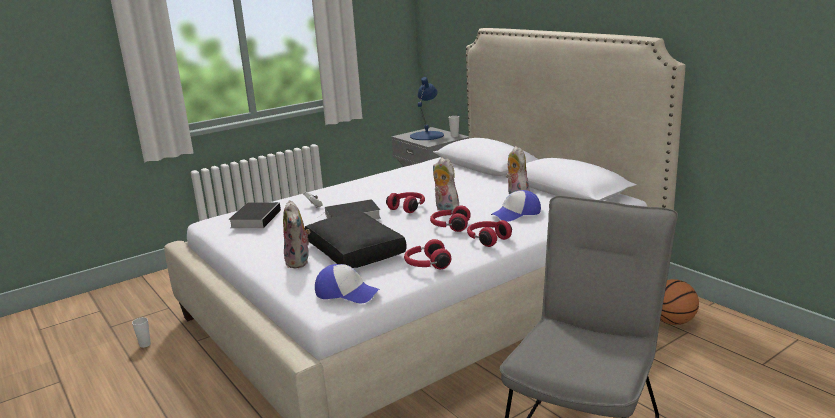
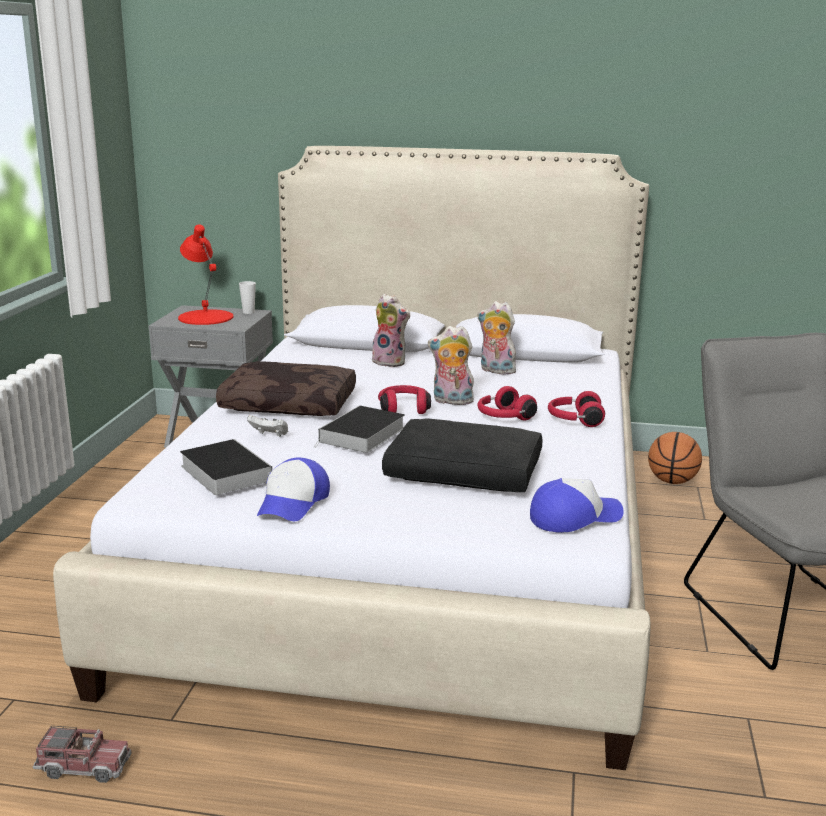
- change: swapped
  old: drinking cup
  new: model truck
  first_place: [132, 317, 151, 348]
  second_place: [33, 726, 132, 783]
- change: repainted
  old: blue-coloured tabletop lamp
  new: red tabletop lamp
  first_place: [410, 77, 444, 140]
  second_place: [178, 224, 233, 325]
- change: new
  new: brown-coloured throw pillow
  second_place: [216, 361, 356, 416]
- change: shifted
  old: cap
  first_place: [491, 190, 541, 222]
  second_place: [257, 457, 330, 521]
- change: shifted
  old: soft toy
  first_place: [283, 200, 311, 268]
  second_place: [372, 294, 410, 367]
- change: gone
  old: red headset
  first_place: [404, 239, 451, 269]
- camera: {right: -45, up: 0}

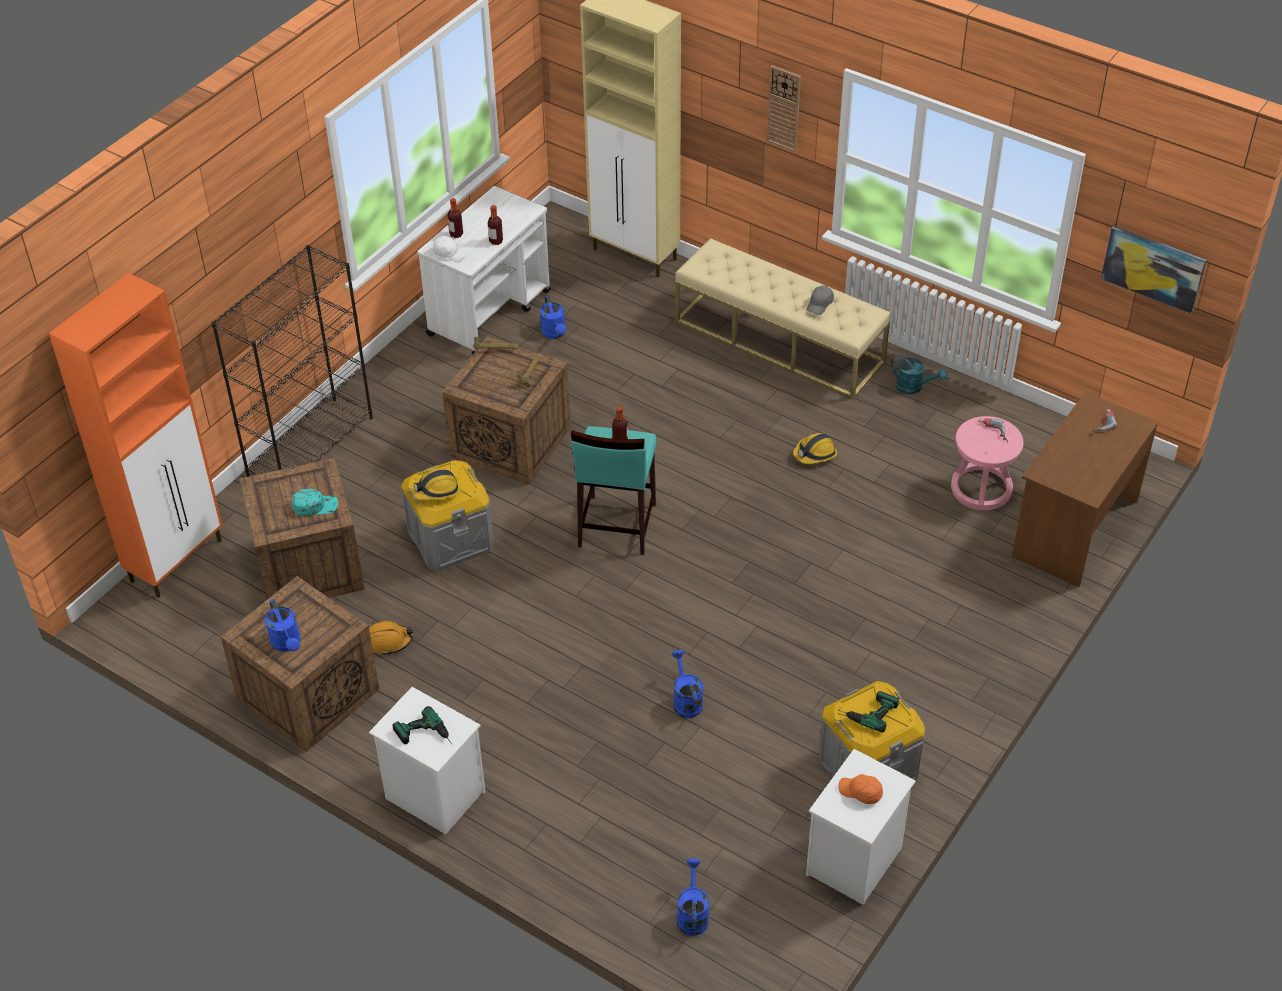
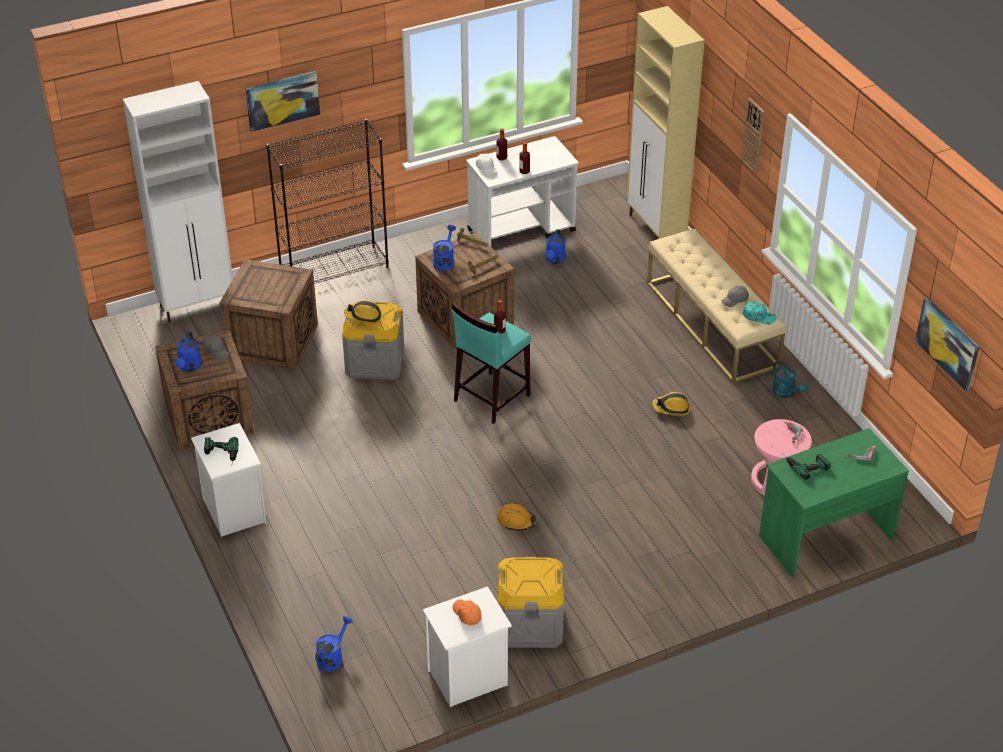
- change: repainted
  old: orangey cupboard
  new: white-coloured cupboard
  first_place: [49, 273, 223, 598]
  second_place: [123, 81, 233, 323]
- change: new
  new: gray cap
  second_place: [204, 335, 229, 360]
- change: new
  new: wall art
  second_place: [245, 71, 320, 132]
- change: shifted
  old: blue-coloured watering pot
  first_place: [672, 650, 703, 718]
  second_place: [433, 225, 456, 271]
- change: shifted
  old: orangey work helmet
  first_place: [369, 621, 413, 656]
  second_place: [497, 502, 537, 531]
- change: shifted
  old: blue-green cap
  first_place: [292, 489, 338, 516]
  second_place: [743, 301, 777, 325]
- change: repainted
  old: brown-coloured desk unit
  new: green desk unit
  first_place: [1012, 392, 1158, 587]
  second_place: [759, 428, 909, 578]
- change: shifted
  old: power drill
  first_place: [839, 691, 899, 732]
  second_place: [783, 454, 831, 480]
- camera: {right: 30, up: -5}

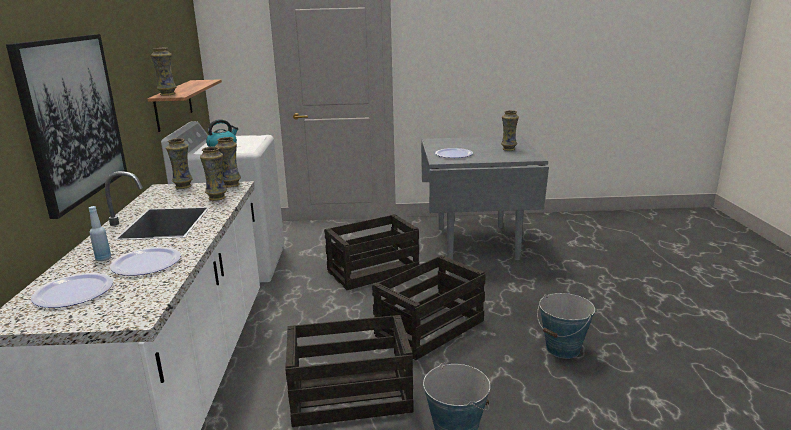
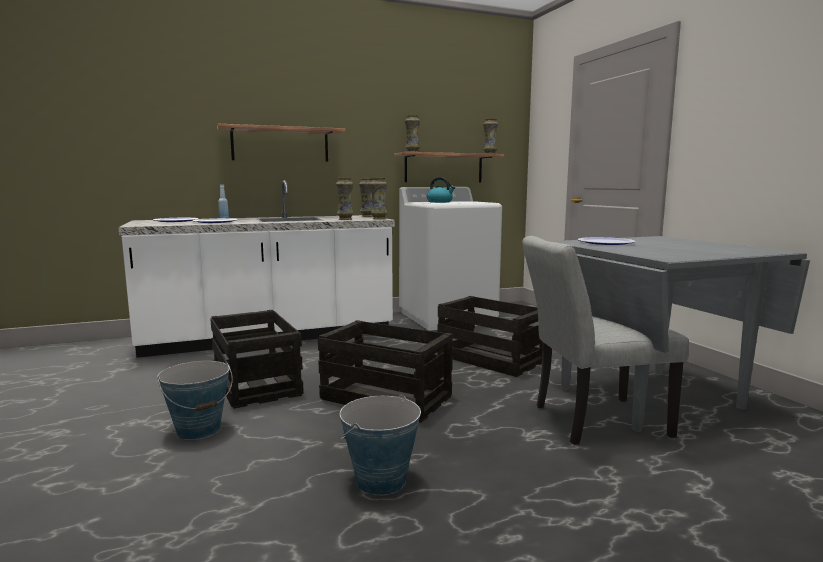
- change: swapped
  old: wall art
  new: shelf
  first_place: [6, 34, 127, 219]
  second_place: [217, 124, 346, 162]
- change: shifted
  old: vase
  first_place: [501, 110, 519, 151]
  second_place: [483, 118, 498, 154]
- change: new
  new: gray chair
  second_place: [522, 236, 689, 445]
- camera: {right: 70, up: -10}

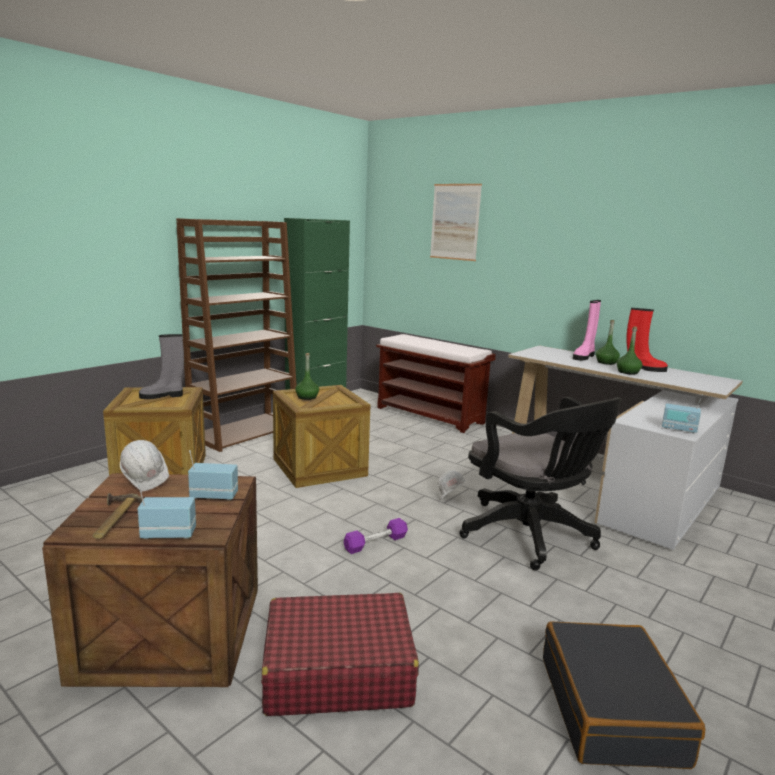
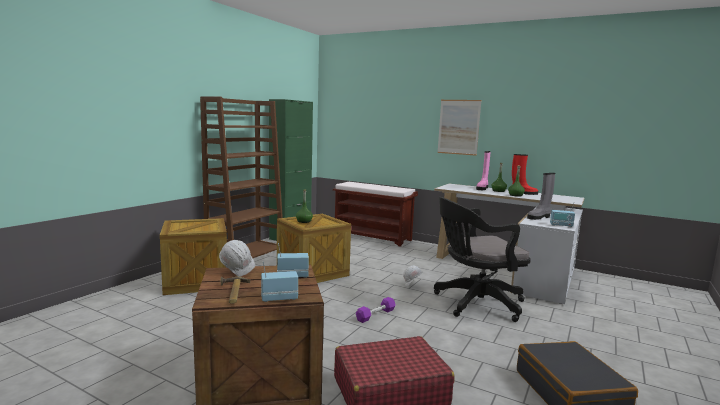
- change: rotated
  old: blackish office chair
  first_place: [459, 397, 622, 570]
  second_place: [434, 197, 531, 322]
  degrees: 120
- change: shifted
  old: wall art
  first_place: [430, 184, 482, 261]
  second_place: [437, 100, 482, 156]
- change: shifted
  old: gray tall boot
  first_place: [139, 334, 184, 399]
  second_place: [527, 173, 555, 220]
- camera: {right: -10, up: -5}

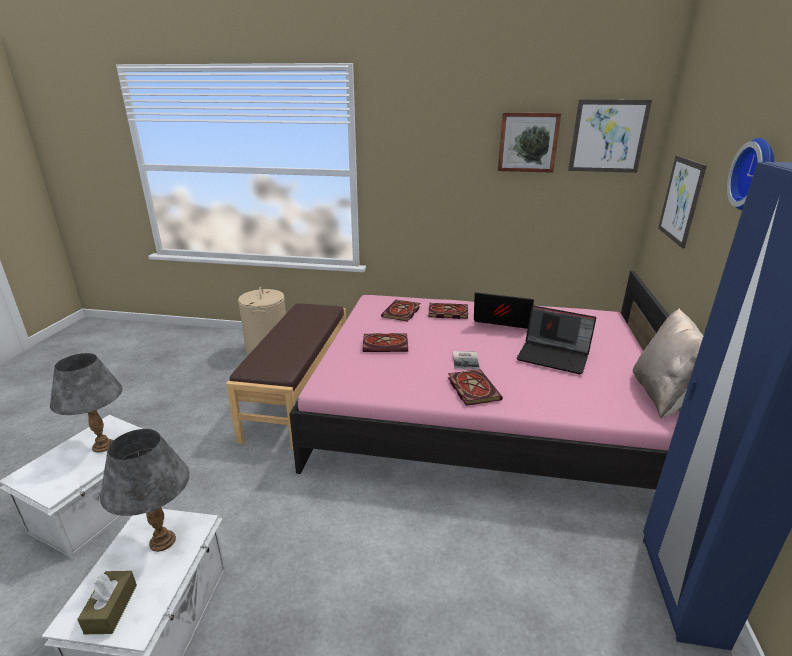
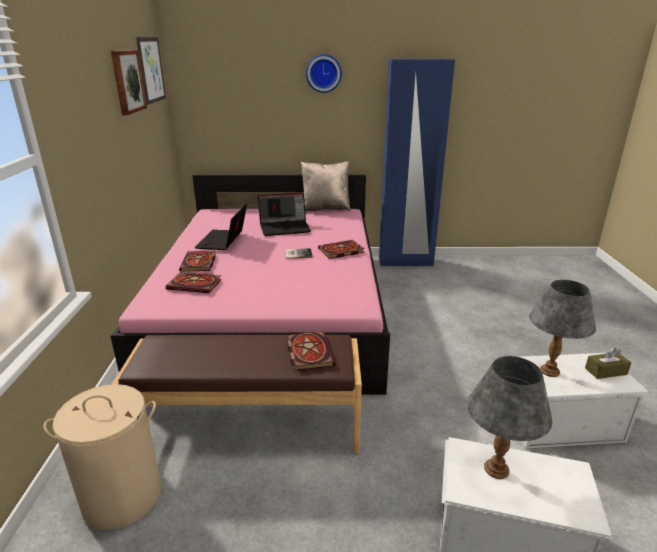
- change: rotated
  old: portable computer
  first_place: [516, 305, 596, 374]
  second_place: [258, 192, 311, 236]
  degrees: 60
- change: shifted
  old: book
  first_place: [363, 333, 408, 352]
  second_place: [287, 331, 336, 371]
- change: gone
  old: wall art
  first_place: [658, 155, 707, 248]
- camera: {right: -100, up: 0}

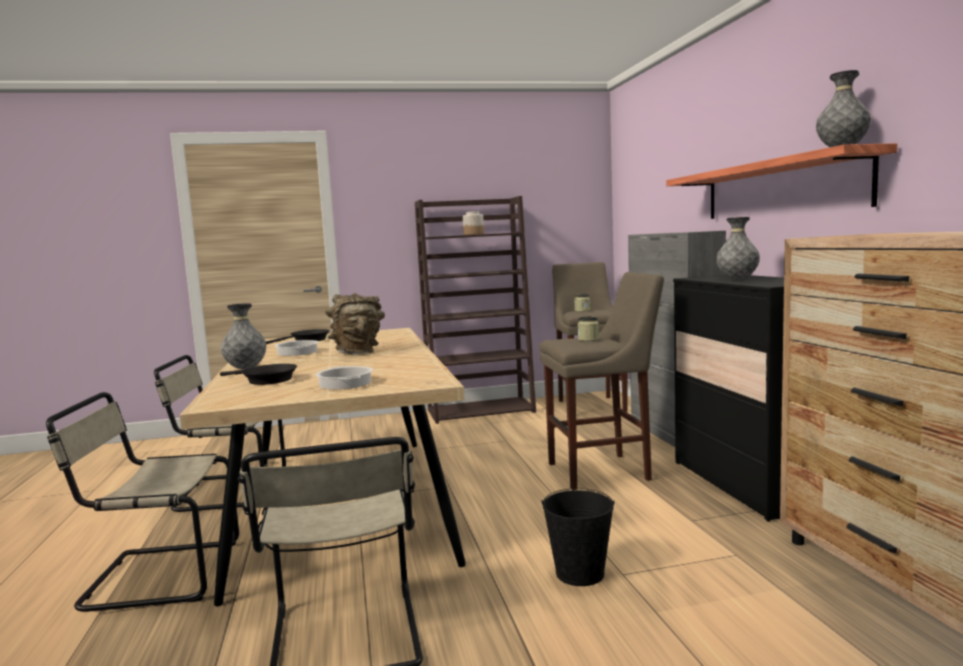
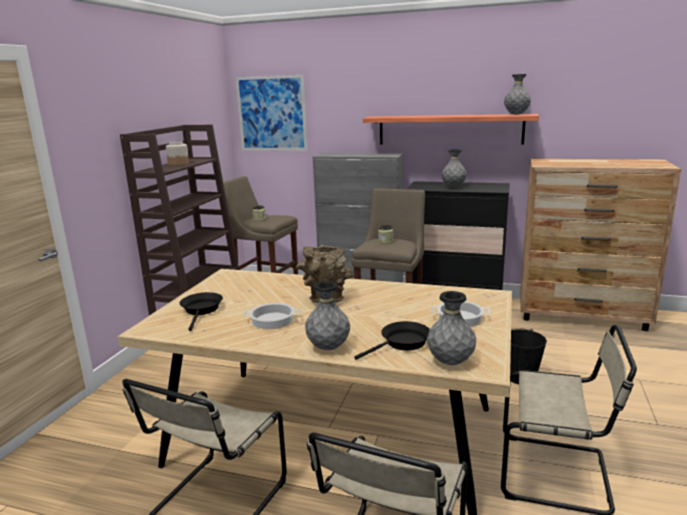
- change: new
  new: wall art
  second_place: [236, 75, 308, 151]
- change: new
  new: gray vase
  second_place: [427, 291, 476, 365]
- camera: {right: -60, up: 10}

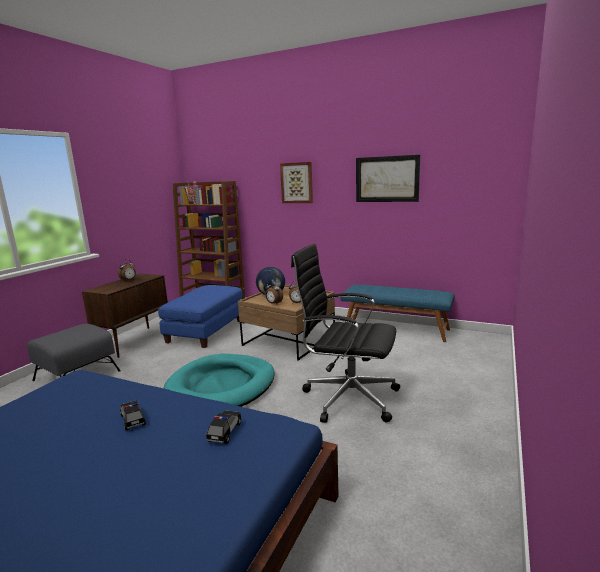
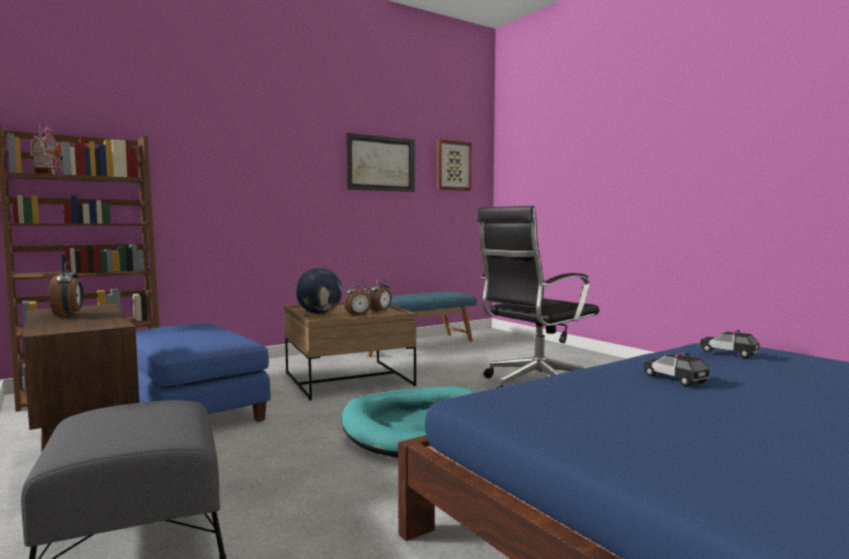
- change: shifted
  old: wall art
  first_place: [280, 162, 313, 203]
  second_place: [437, 139, 471, 191]
- change: rotated
  old: miniature car
  first_place: [120, 400, 146, 431]
  second_place: [643, 353, 710, 386]
  degrees: 60
- camera: {right: -60, up: -10}

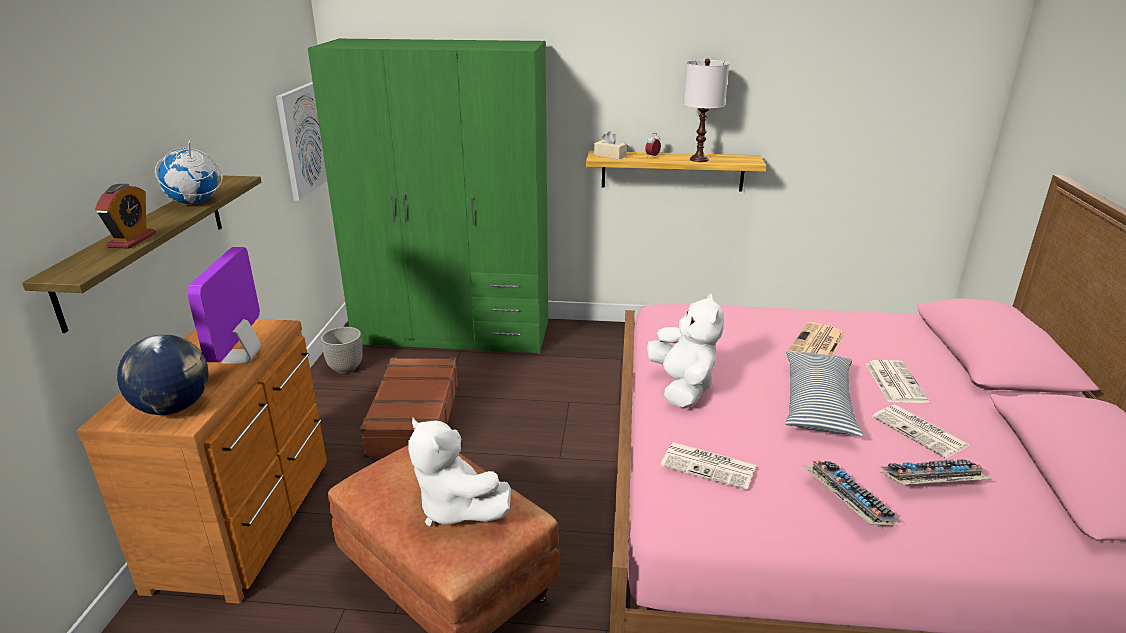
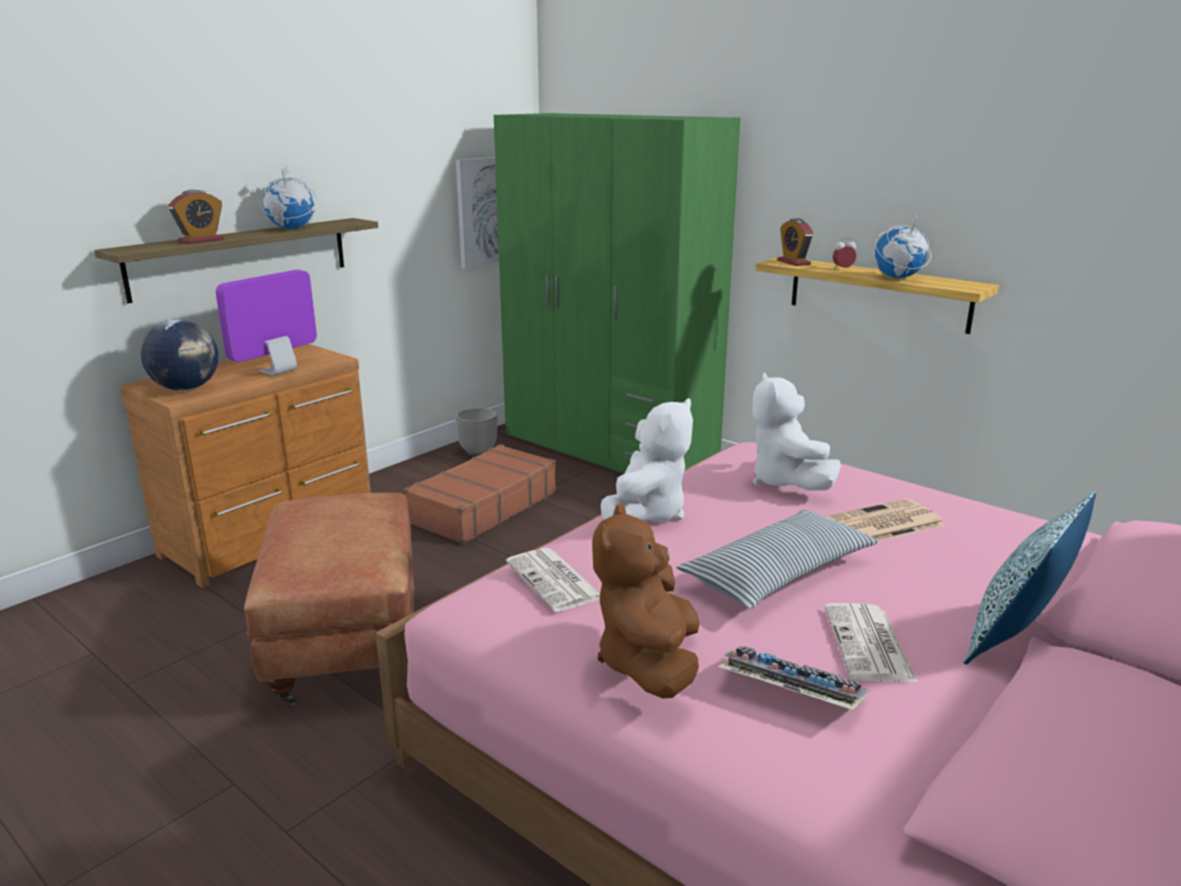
- change: swapped
  old: PC keyboard
  new: brown-coloured soft toy
  first_place: [802, 460, 901, 526]
  second_place: [592, 503, 700, 699]
- change: shifted
  old: white-coloured soft toy
  first_place: [408, 418, 511, 527]
  second_place: [752, 372, 841, 491]
- change: swapped
  old: beige-coloured box of tissues
  new: bedside clock
  first_place: [594, 131, 627, 160]
  second_place: [777, 218, 813, 266]
- change: swapped
  old: white-coloured tabletop lamp
  new: world globe
  first_place: [683, 59, 729, 162]
  second_place: [874, 214, 931, 278]
- change: new
  new: throw pillow
  second_place: [963, 491, 1096, 665]
- change: gone
  old: printed paper
  first_place: [866, 360, 930, 403]
- camera: {right: 35, up: -5}

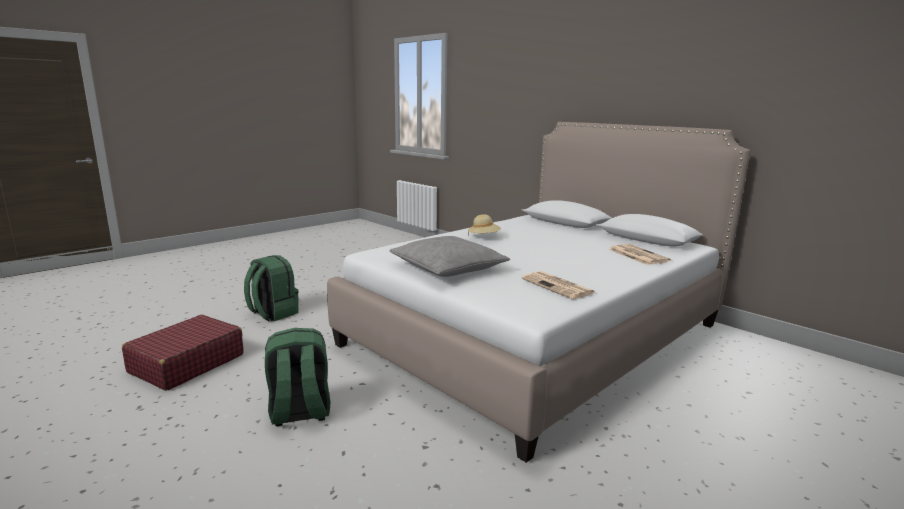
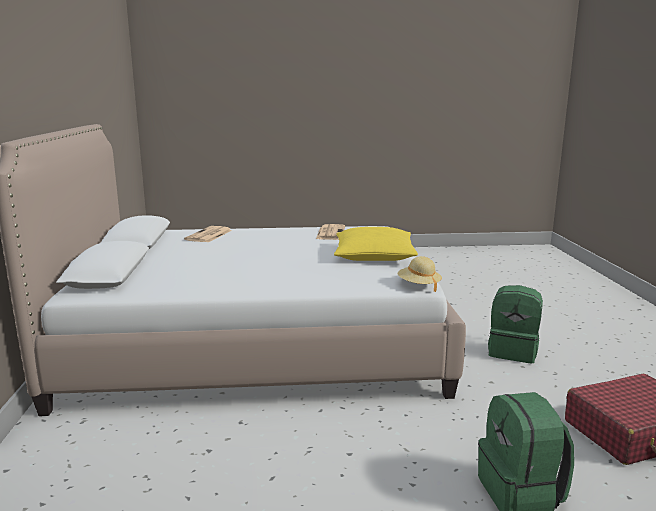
- change: repainted
  old: gray throw pillow
  new: yellow throw pillow
  first_place: [389, 236, 510, 277]
  second_place: [334, 227, 418, 261]
- change: shifted
  old: beige-coloured hat
  first_place: [468, 214, 501, 236]
  second_place: [398, 256, 442, 292]
- camera: {right: -140, up: 0}

